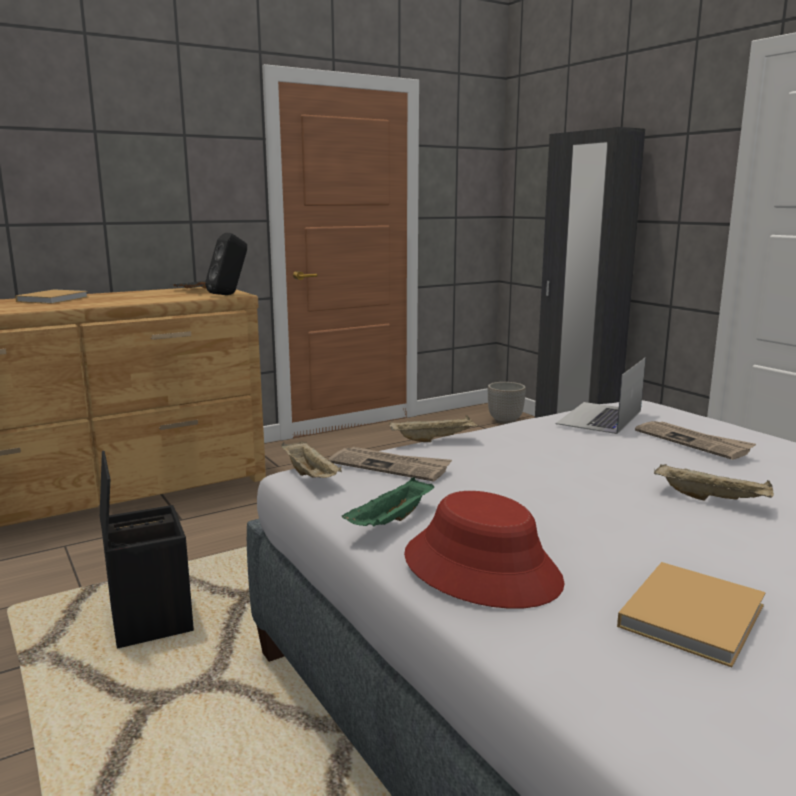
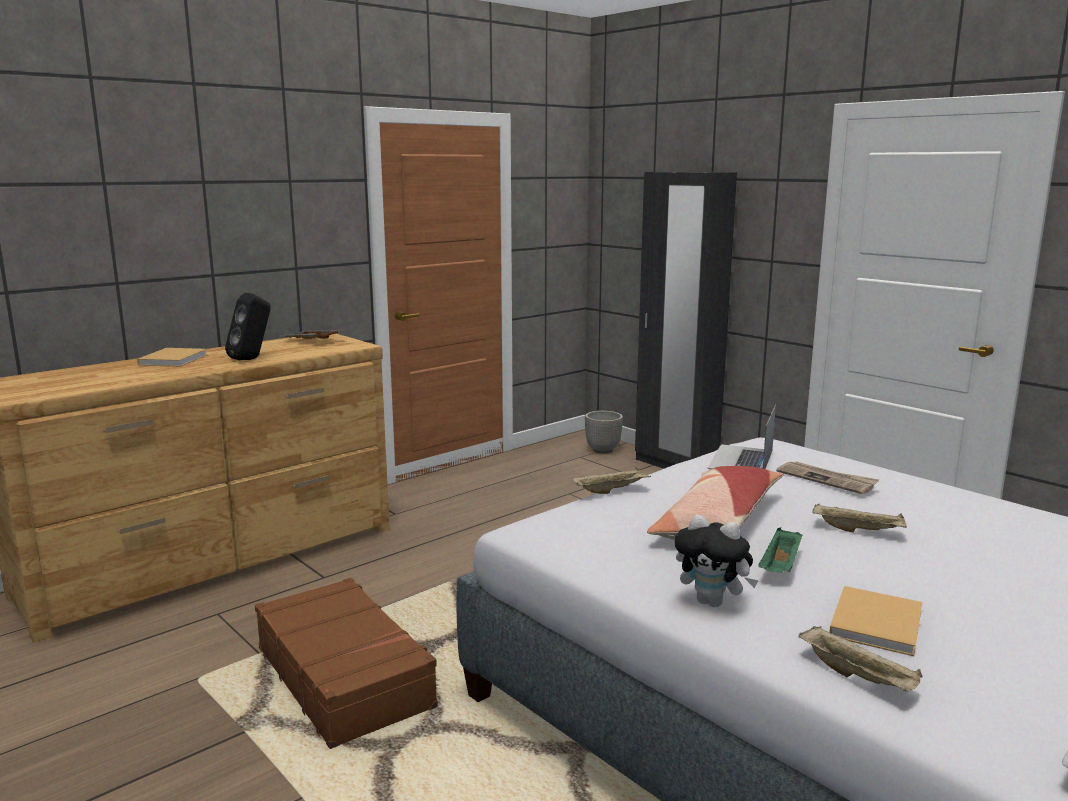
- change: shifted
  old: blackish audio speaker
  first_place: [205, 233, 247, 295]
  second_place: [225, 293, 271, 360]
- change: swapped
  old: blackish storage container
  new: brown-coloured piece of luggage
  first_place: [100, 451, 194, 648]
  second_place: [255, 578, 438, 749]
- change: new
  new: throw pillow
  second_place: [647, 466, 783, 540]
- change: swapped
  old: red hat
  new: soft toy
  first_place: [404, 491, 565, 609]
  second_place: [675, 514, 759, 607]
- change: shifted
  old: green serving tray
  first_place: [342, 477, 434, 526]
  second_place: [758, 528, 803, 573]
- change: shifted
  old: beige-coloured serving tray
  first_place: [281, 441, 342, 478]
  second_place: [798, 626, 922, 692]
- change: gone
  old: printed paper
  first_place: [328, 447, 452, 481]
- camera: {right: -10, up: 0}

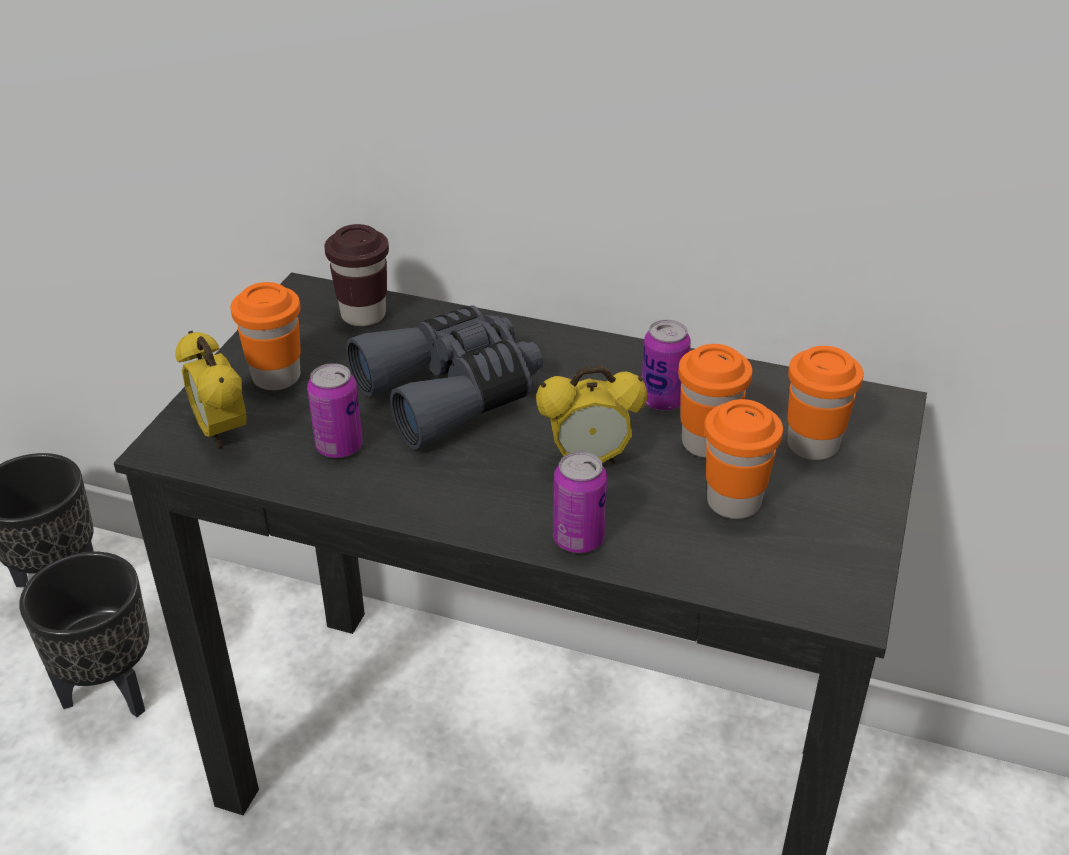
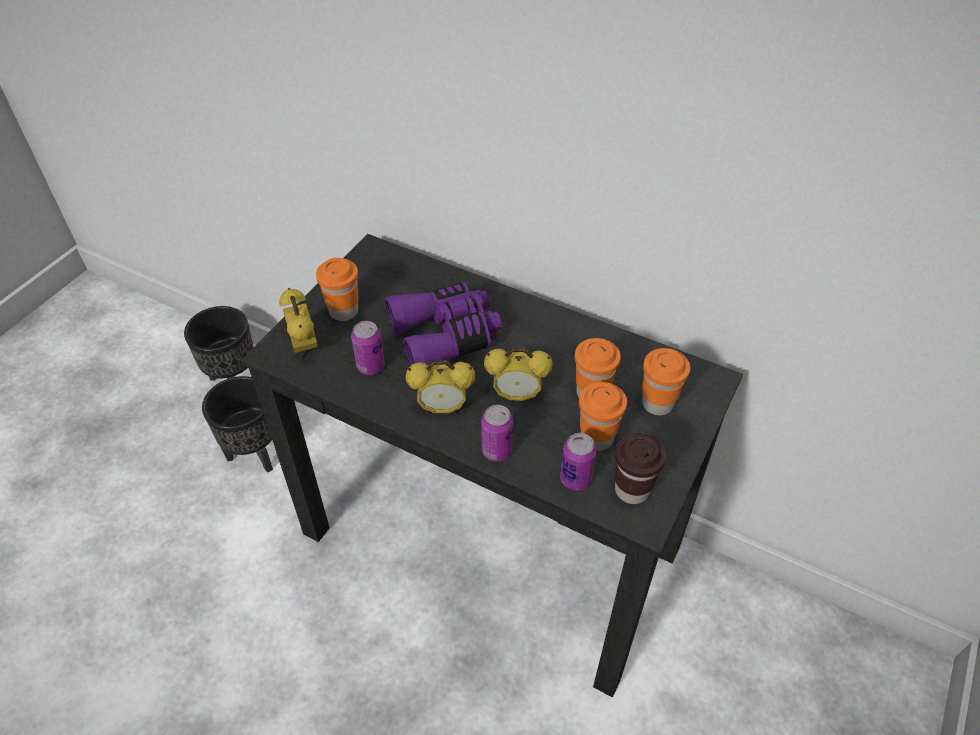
- change: repainted
  old: gray binoculars
  new: purple binoculars
  first_place: [346, 305, 543, 450]
  second_place: [385, 283, 502, 366]
- change: new
  new: bedside clock
  second_place: [406, 360, 475, 413]
- change: shifted
  old: sealed can
  first_place: [642, 320, 691, 411]
  second_place: [560, 433, 597, 490]
- change: shifted
  old: brown-coloured drinking cup
  first_place: [324, 224, 389, 326]
  second_place: [615, 433, 666, 504]
- camera: {right: 10, up: 10}

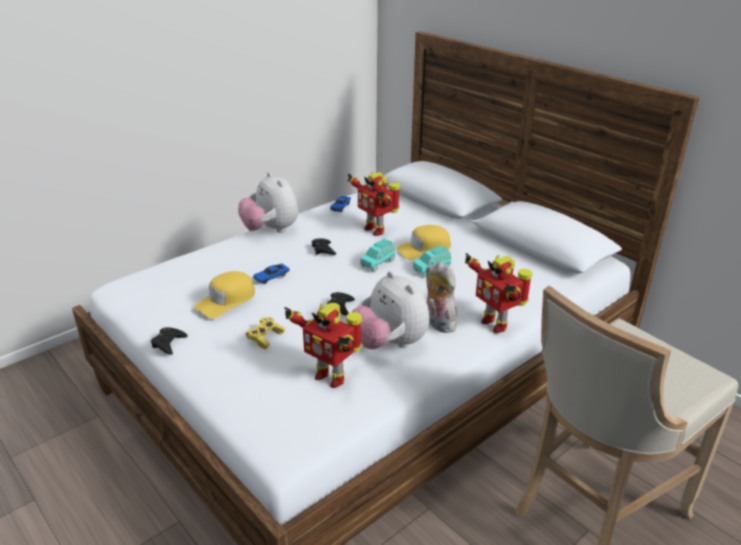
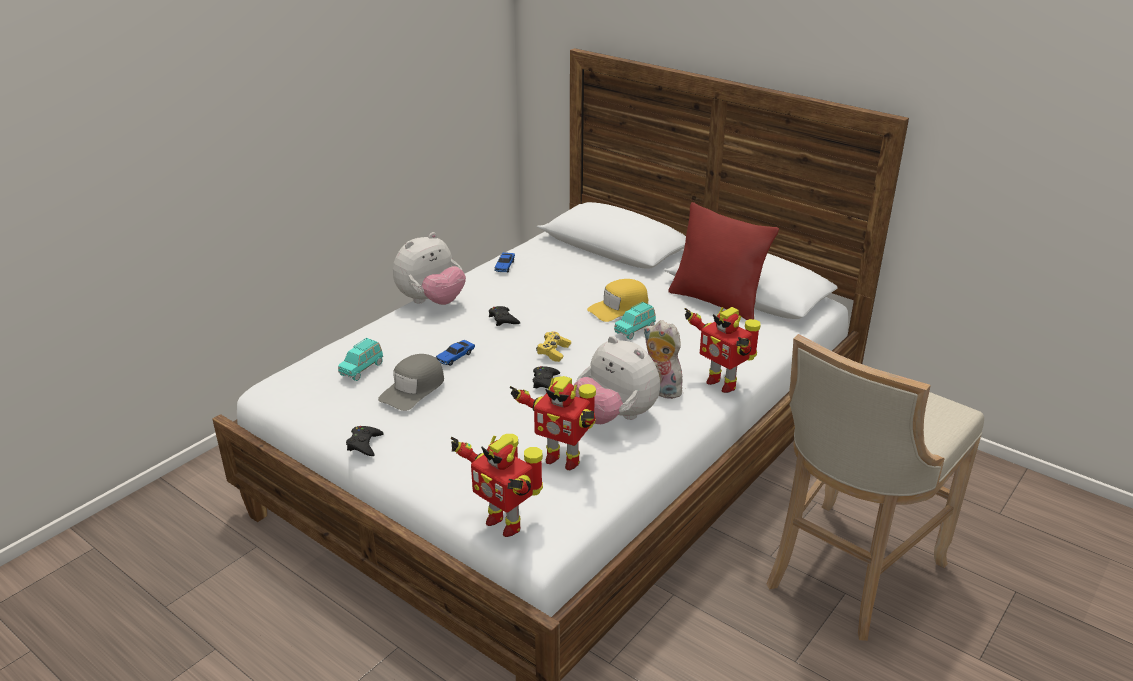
- change: shifted
  old: blue-green miniature car
  first_place: [360, 239, 396, 272]
  second_place: [338, 338, 383, 381]
- change: repainted
  old: yellow cap
  new: gray cap
  first_place: [194, 271, 255, 318]
  second_place: [378, 354, 444, 411]
- change: rotated
  old: soft toy
  first_place: [238, 172, 298, 233]
  second_place: [393, 232, 466, 305]
  degrees: -90
- change: shifted
  old: toy robot
  first_place: [348, 172, 400, 236]
  second_place: [451, 434, 543, 537]
- change: shifted
  old: yellow joypad
  first_place: [246, 317, 285, 349]
  second_place: [536, 332, 571, 362]
- change: new
  new: red throw pillow
  second_place: [668, 202, 779, 320]
- camera: {right: -10, up: 0}

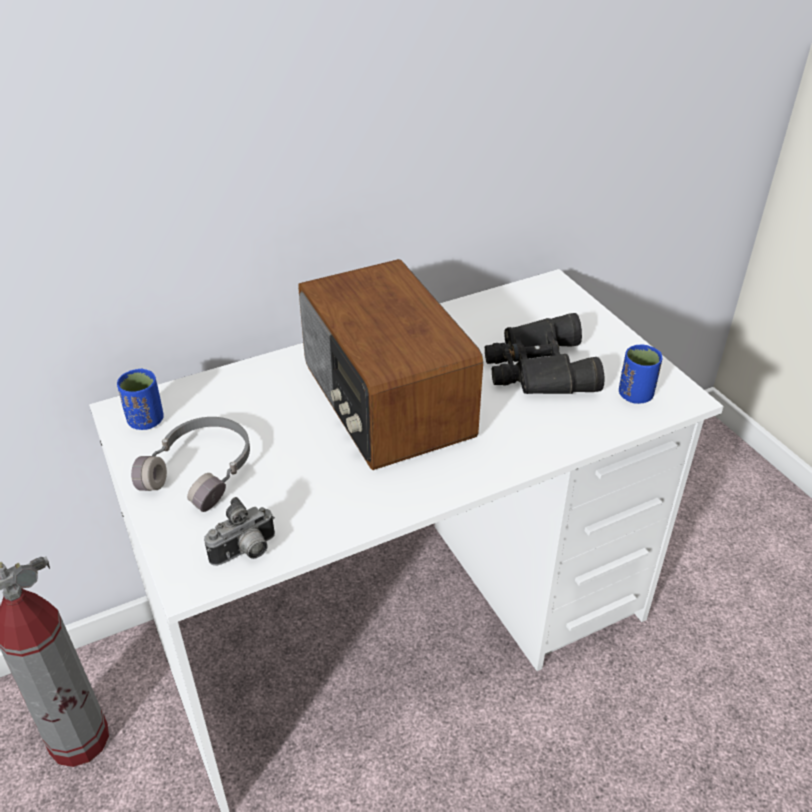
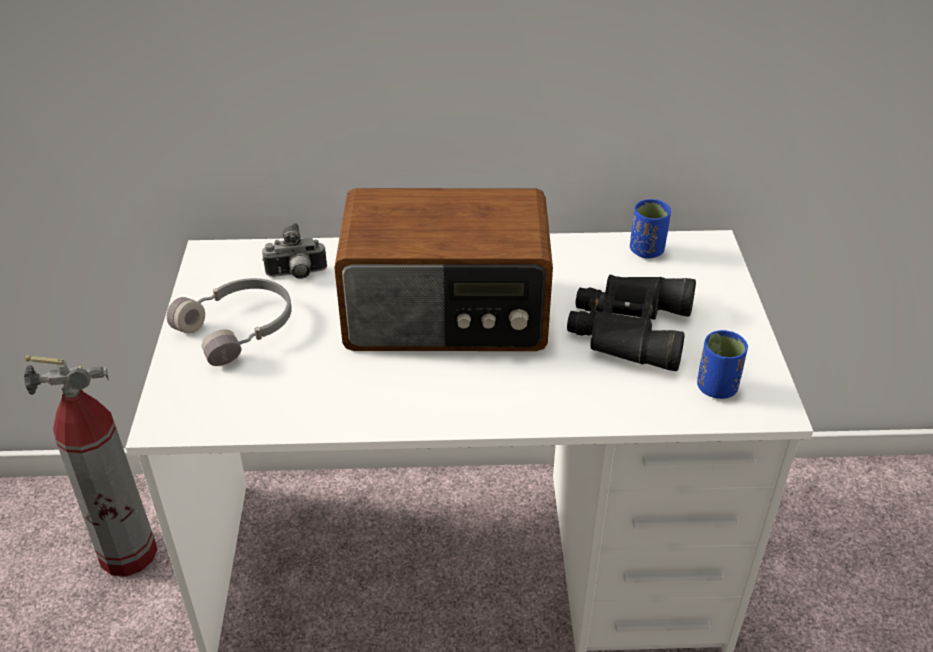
- change: shifted
  old: still camera
  first_place: [204, 497, 275, 566]
  second_place: [262, 223, 327, 279]
- change: rotated
  old: radio
  first_place: [298, 259, 483, 470]
  second_place: [334, 188, 553, 351]
  degrees: -90
- change: shifted
  old: blue-coloured drinking cup
  first_place: [117, 368, 164, 430]
  second_place: [630, 199, 671, 259]
- camera: {right: 25, up: 0}

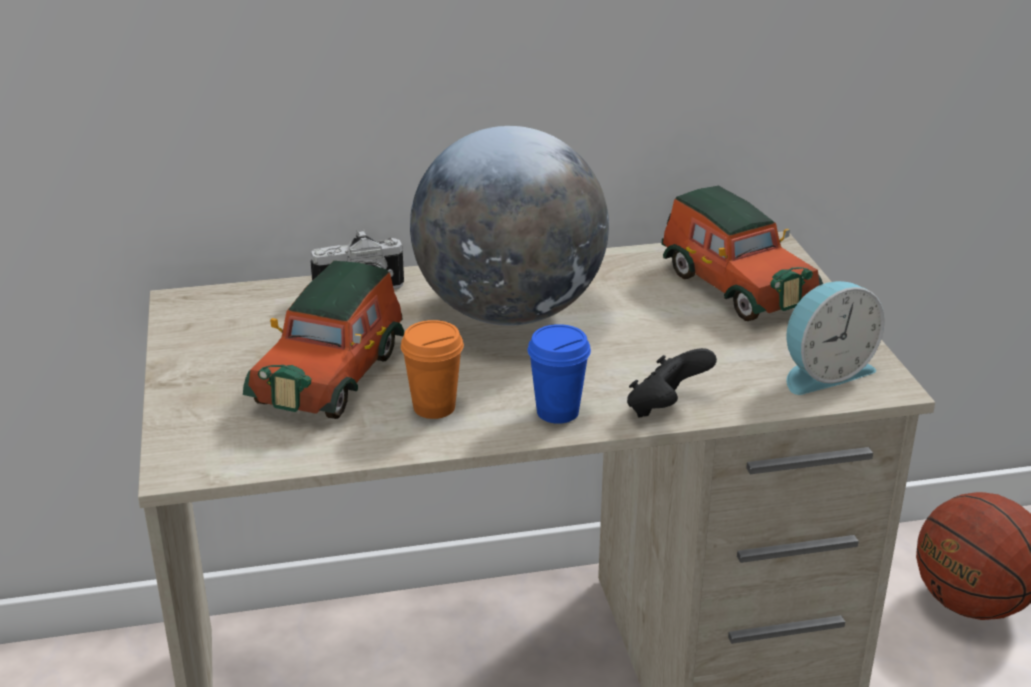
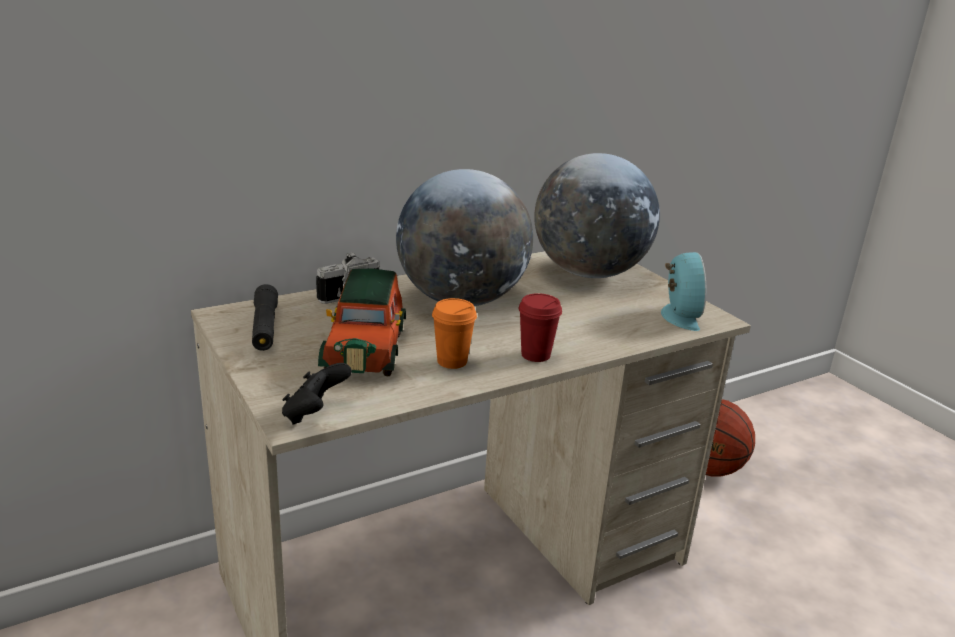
- change: new
  new: blackish hand torch
  second_place: [252, 284, 278, 351]
- change: shifted
  old: blackish joypad
  first_place: [627, 348, 717, 417]
  second_place: [282, 363, 352, 425]
- change: repainted
  old: blue-coloured drinking cup
  new: red drinking cup
  first_place: [528, 324, 591, 424]
  second_place: [519, 293, 562, 362]
- change: swapped
  old: miniature car
  new: world globe
  first_place: [661, 186, 823, 321]
  second_place: [534, 153, 660, 278]
- change: rotated
  old: bedside clock
  first_place: [786, 281, 885, 395]
  second_place: [661, 252, 706, 331]
  degrees: -45
- camera: {right: -20, up: -5}

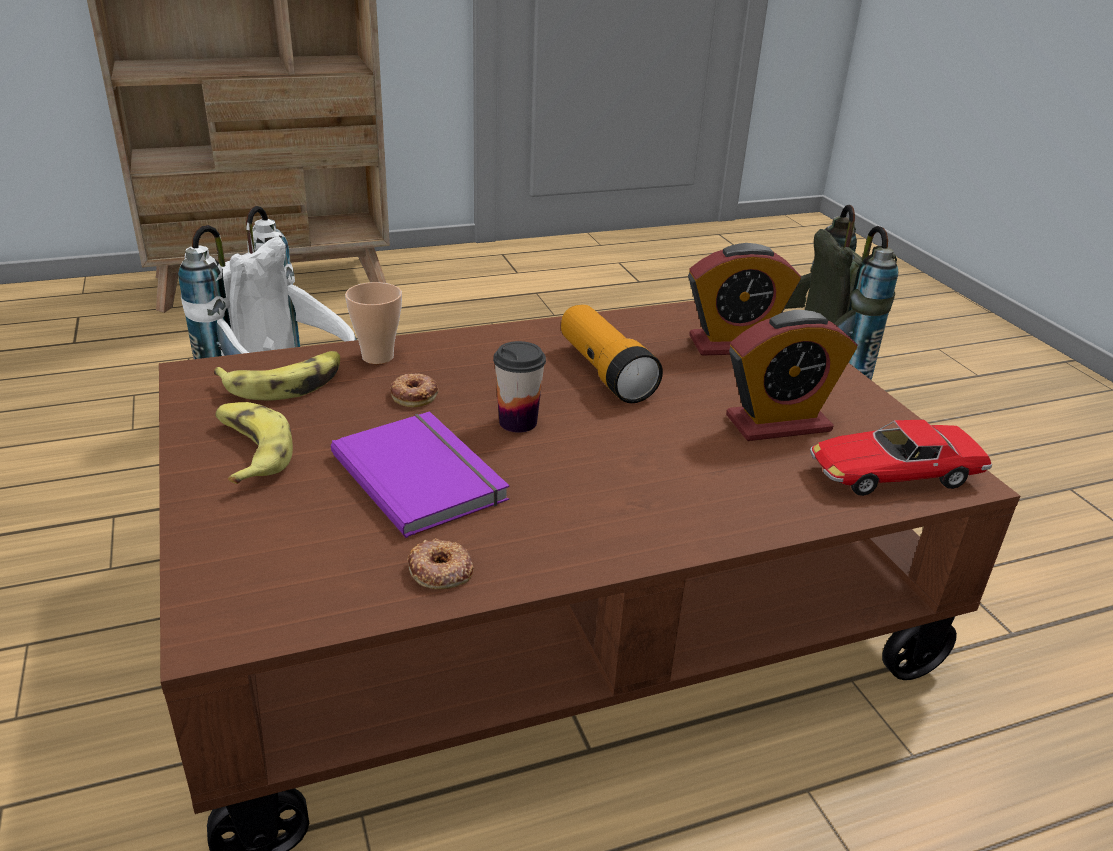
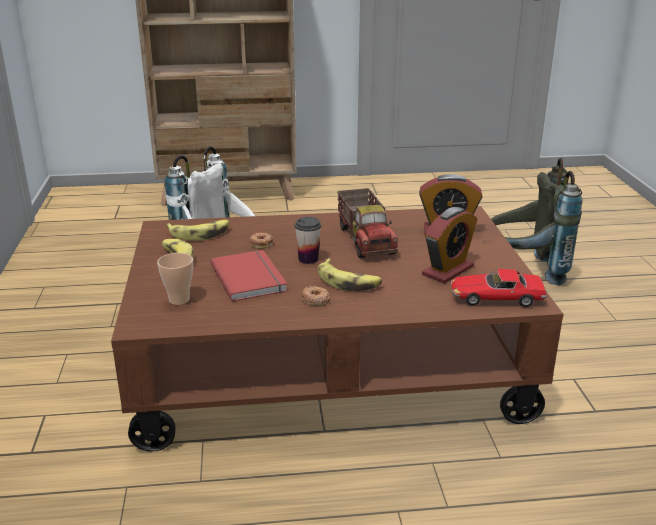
- change: shifted
  old: drinking cup
  first_place: [345, 282, 402, 364]
  second_place: [157, 253, 193, 305]
- change: repainted
  old: purple book
  new: red book
  first_place: [331, 411, 509, 538]
  second_place: [211, 250, 288, 301]
- change: shifted
  old: donut
  first_place: [407, 538, 474, 589]
  second_place: [301, 286, 330, 306]
- change: new
  new: banana
  second_place: [318, 258, 382, 291]
- change: swapped
  old: hand torch
  new: model truck
  first_place: [561, 304, 663, 403]
  second_place: [337, 188, 398, 258]
- change: rotated
  old: bedside clock
  first_place: [726, 310, 858, 441]
  second_place: [422, 207, 477, 283]
  degrees: -45
- camera: {right: 15, up: -5}

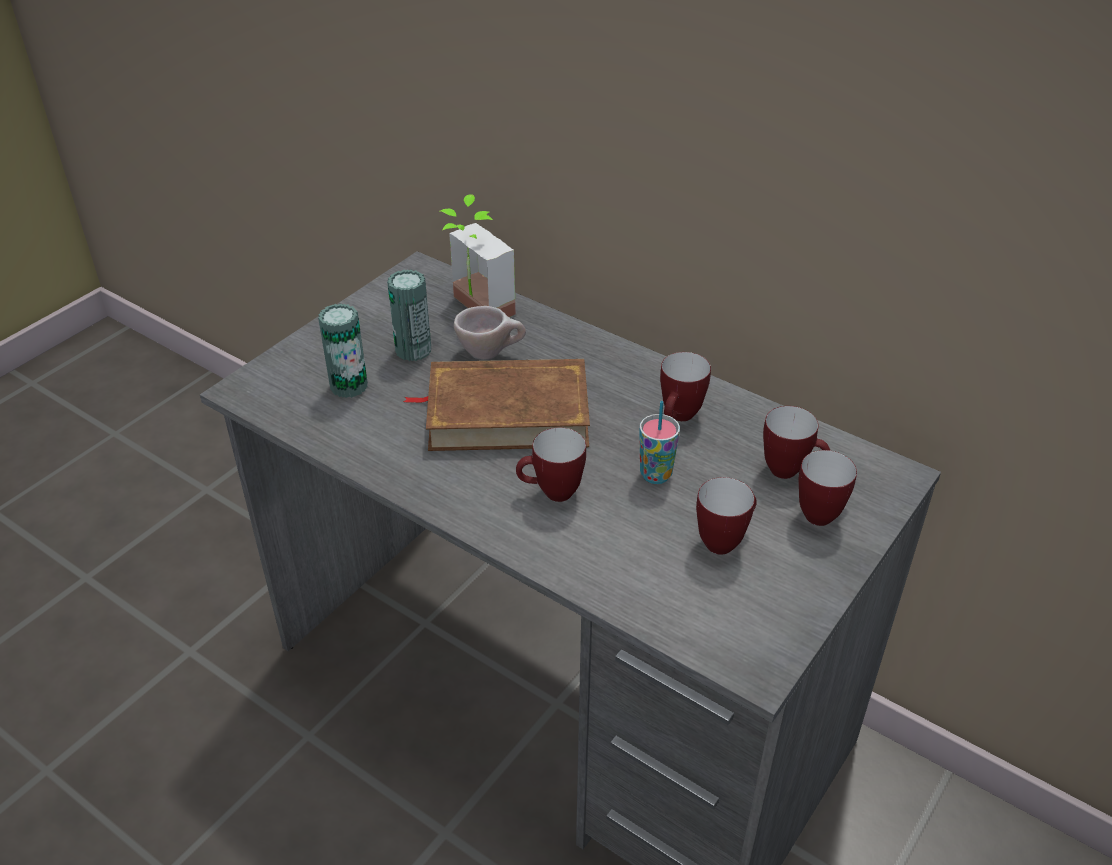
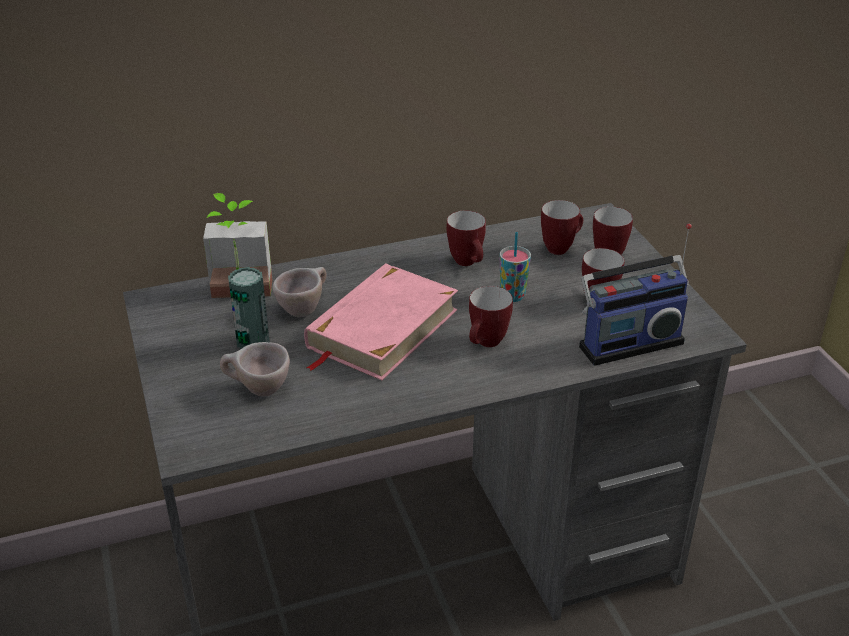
- change: swapped
  old: sealed can
  new: beige-coloured drinking cup
  first_place: [318, 303, 368, 398]
  second_place: [220, 342, 290, 397]
- change: repainted
  old: brown-coloured book
  new: pink book
  first_place: [403, 359, 590, 451]
  second_place: [304, 263, 458, 380]
- change: new
  new: radio
  second_place: [579, 223, 692, 366]
- camera: {right: -55, up: -5}

